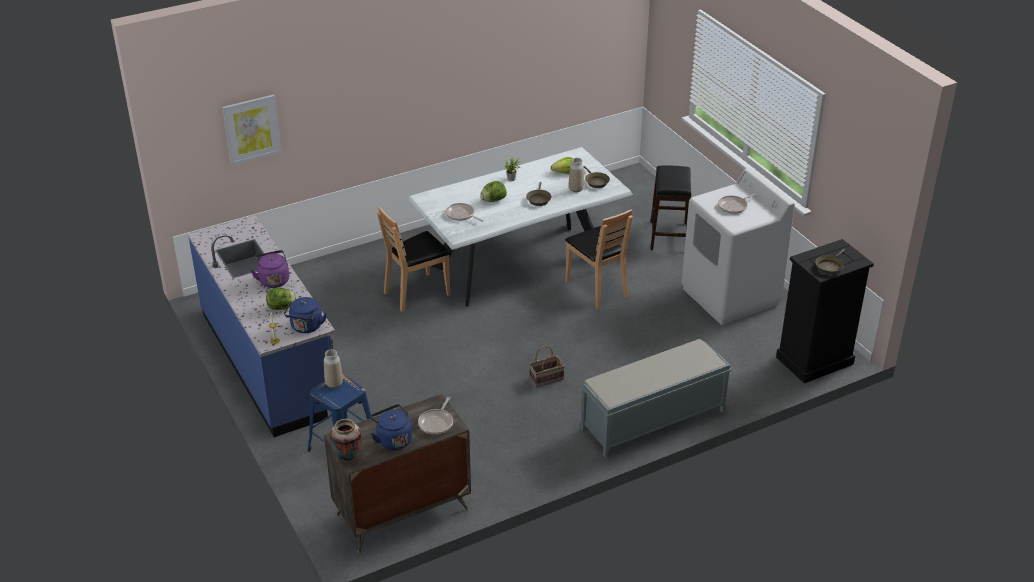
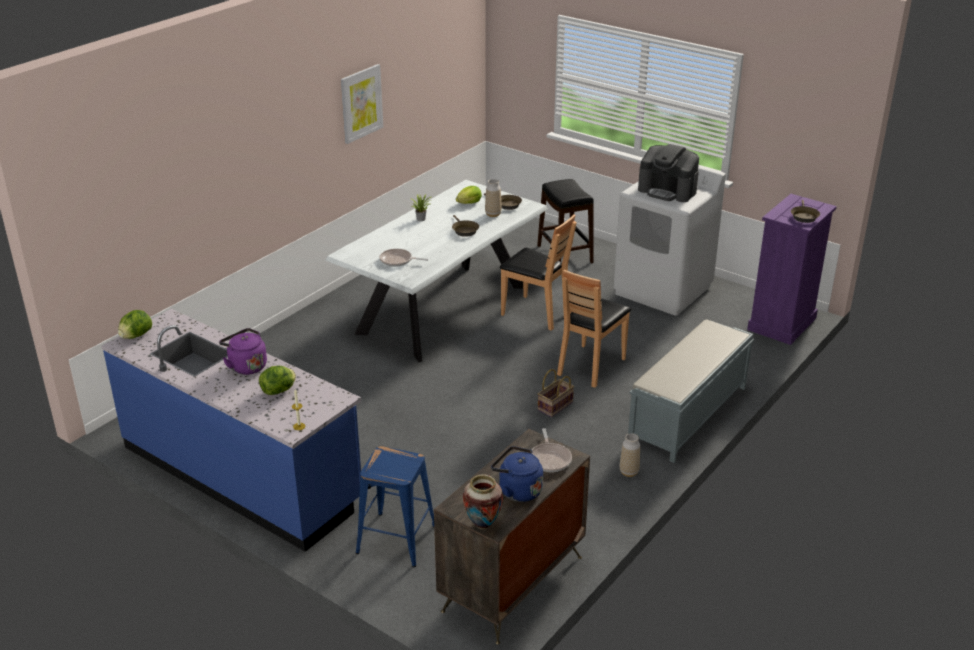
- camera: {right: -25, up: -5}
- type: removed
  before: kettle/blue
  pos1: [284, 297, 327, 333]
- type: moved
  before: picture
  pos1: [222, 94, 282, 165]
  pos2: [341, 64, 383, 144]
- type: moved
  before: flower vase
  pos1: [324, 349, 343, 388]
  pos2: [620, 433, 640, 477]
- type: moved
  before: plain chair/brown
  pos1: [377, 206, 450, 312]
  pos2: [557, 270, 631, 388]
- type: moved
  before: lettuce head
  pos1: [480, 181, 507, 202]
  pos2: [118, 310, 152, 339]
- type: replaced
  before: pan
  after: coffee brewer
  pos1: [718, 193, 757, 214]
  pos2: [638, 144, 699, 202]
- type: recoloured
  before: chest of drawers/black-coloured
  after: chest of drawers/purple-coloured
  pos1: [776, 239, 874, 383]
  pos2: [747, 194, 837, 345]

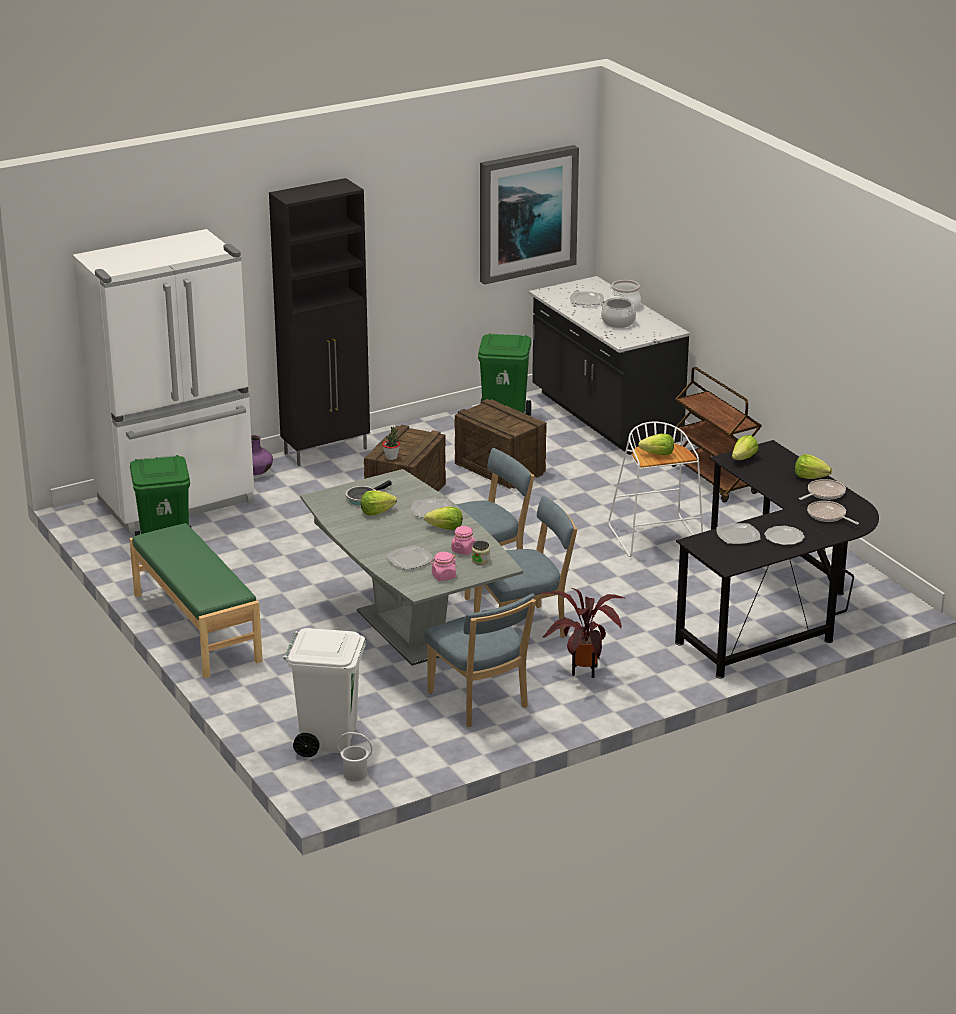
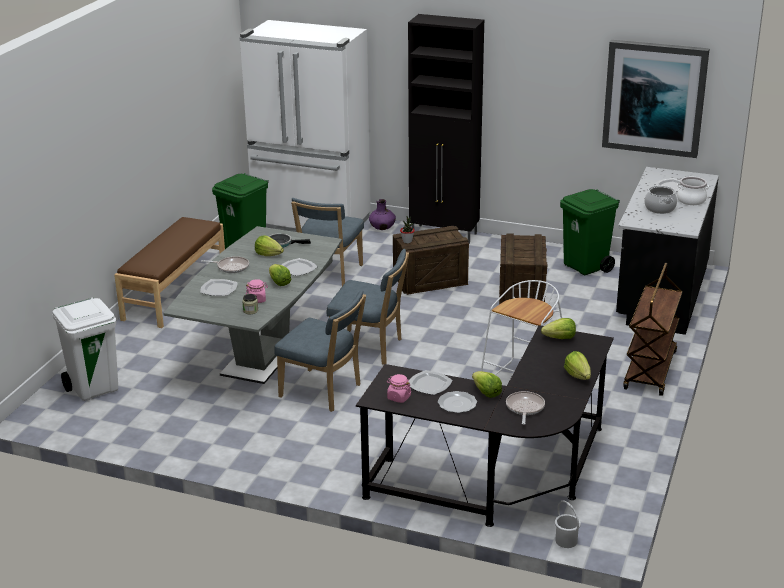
- camera: {right: 50, up: 0}
- type: removed
  before: potted plant
  pos1: [540, 588, 626, 678]
- type: moved
  before: pail/white
  pos1: [337, 732, 373, 781]
  pos2: [555, 501, 581, 548]
- type: moved
  before: plain chair/blue
  pos1: [425, 594, 536, 727]
  pos2: [291, 198, 364, 286]
- type: moved
  before: storage jar/pinkish
  pos1: [430, 552, 457, 581]
  pos2: [387, 374, 411, 403]
- type: moved
  before: lettuce head
  pos1: [638, 434, 674, 455]
  pos2: [472, 371, 502, 398]
- type: moved
  before: pan
  pos1: [799, 479, 846, 500]
  pos2: [201, 256, 249, 273]
- type: recoloured
  before: bench/greenish
  after: bench/brown
  pos1: [129, 523, 262, 678]
  pos2: [114, 217, 225, 328]

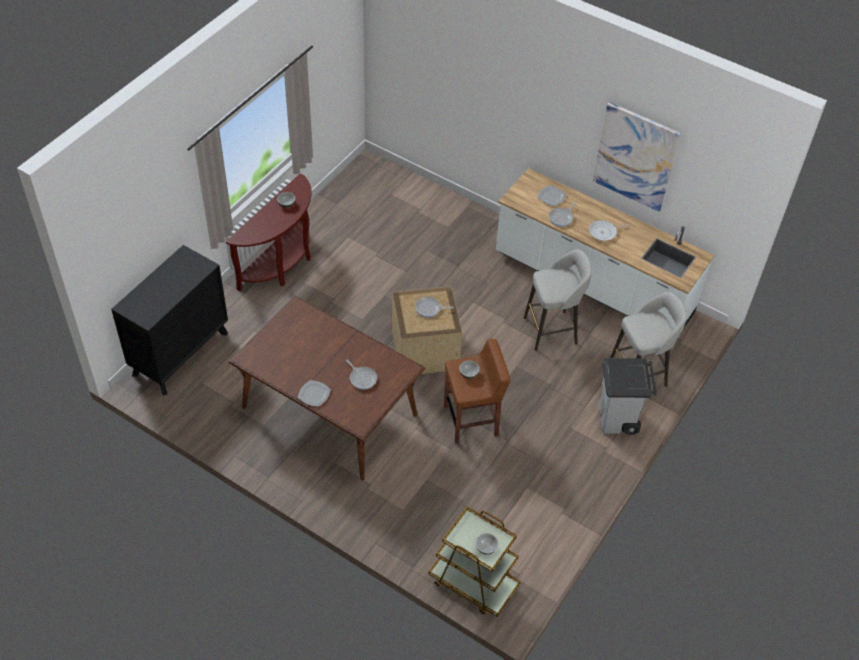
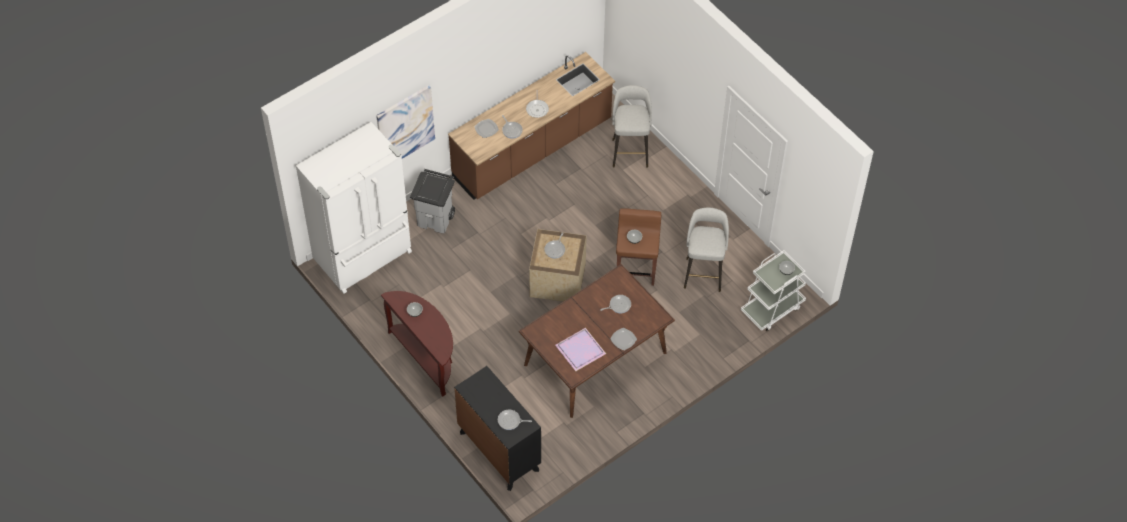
- camera: {right: -70, up: 5}
- type: added
  after: refrigerator/white
  pos2: [296, 122, 412, 294]
- type: added
  after: pan
  pos2: [498, 410, 532, 430]
- type: added
  after: tray/purple-coloured
  pos2: [555, 328, 606, 371]
- type: moved
  before: stool seat/grey
  pos1: [524, 249, 591, 351]
  pos2: [684, 207, 729, 292]
- type: moved
  before: picture
  pos1: [593, 102, 681, 212]
  pos2: [376, 85, 435, 159]
- type: moved
  before: waste bin/grey
  pos1: [599, 358, 657, 435]
  pos2: [410, 169, 455, 233]
- type: recoloured
  before: cart/brown
  after: cart/white
  pos1: [428, 506, 521, 617]
  pos2: [741, 250, 806, 331]
- type: recoloured
  before: kitchen base unit/white
  after: kitchen base unit/brown
  pos1: [496, 168, 715, 330]
  pos2: [448, 52, 615, 200]

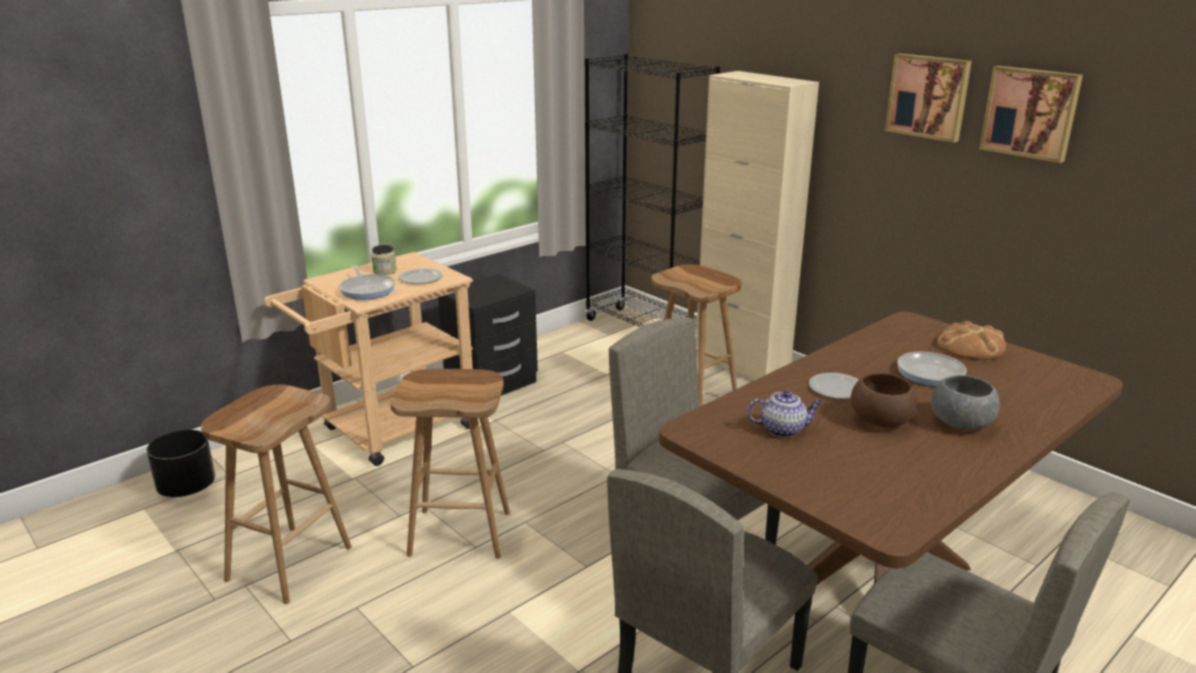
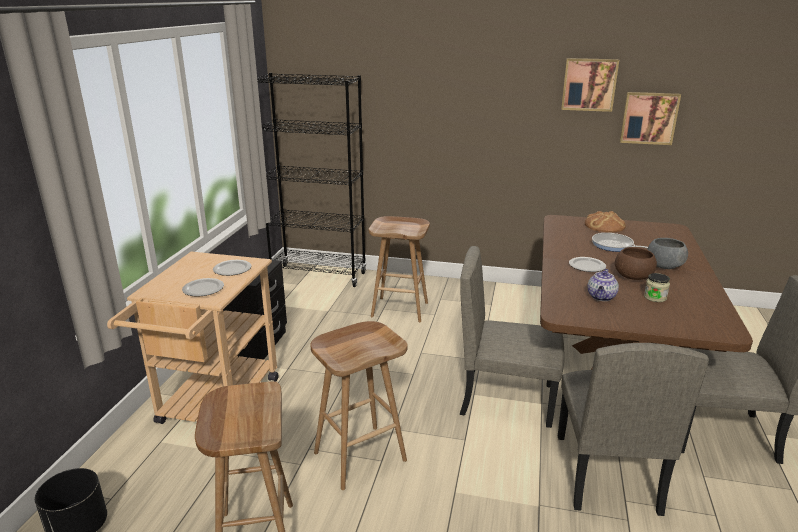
- camera: {right: -35, up: 0}
- type: removed
  before: storage cabinet/sand-coloured
  pos1: [696, 71, 819, 381]
- type: moved
  before: storage jar
  pos1: [371, 245, 397, 275]
  pos2: [644, 273, 670, 302]
- type: moved
  before: picture
  pos1: [885, 53, 972, 143]
  pos2: [620, 92, 681, 145]
- type: replaced
  before: pan
  after: plate
  pos1: [339, 265, 395, 300]
  pos2: [182, 278, 224, 297]
- type: turned
  before: teapot
  pos1: [747, 391, 823, 437]
  pos2: [587, 269, 619, 301]
  turn: 150

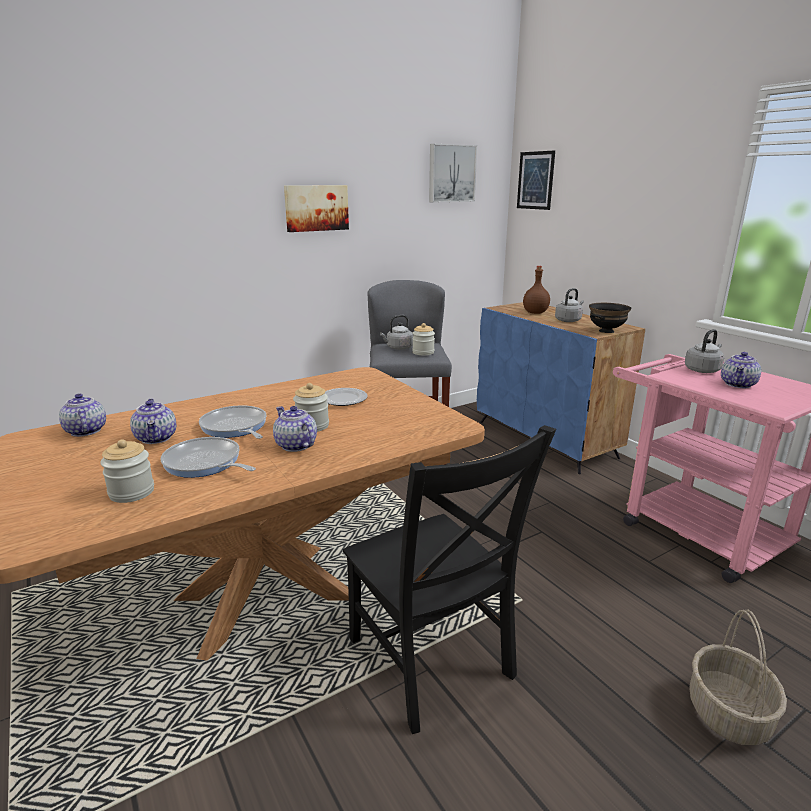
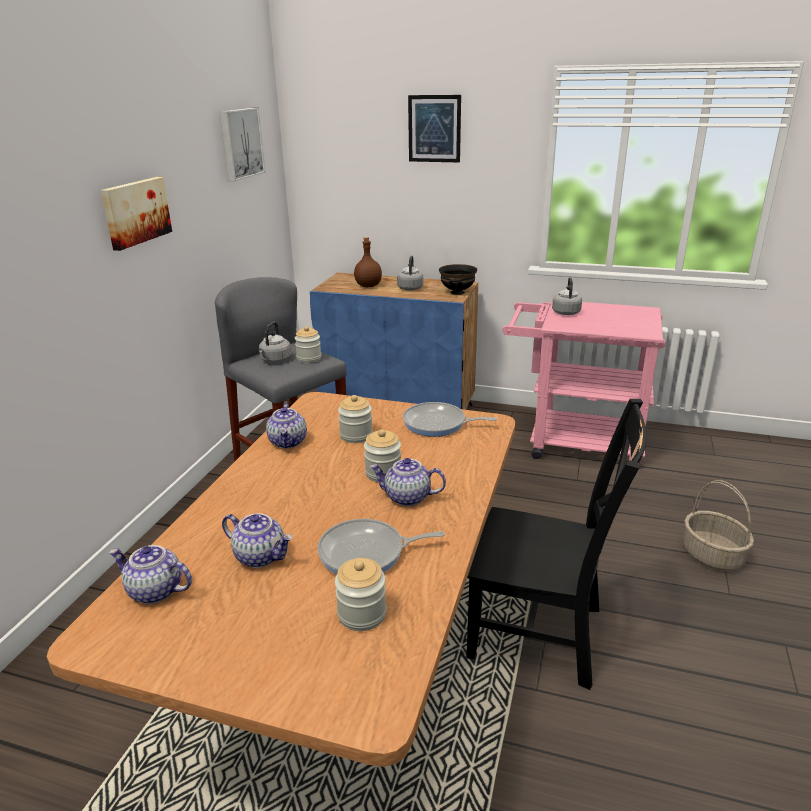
- camera: {right: -40, up: 5}
- type: moved
  before: pan
  pos1: [199, 405, 266, 439]
  pos2: [403, 402, 498, 437]
- type: moved
  before: picture
  pos1: [517, 151, 555, 210]
  pos2: [408, 95, 461, 163]
- type: moved
  before: teapot
  pos1: [721, 352, 761, 388]
  pos2: [266, 403, 307, 448]
- type: replaced
  before: plate
  after: storage jar
  pos1: [325, 388, 368, 406]
  pos2: [338, 395, 373, 443]

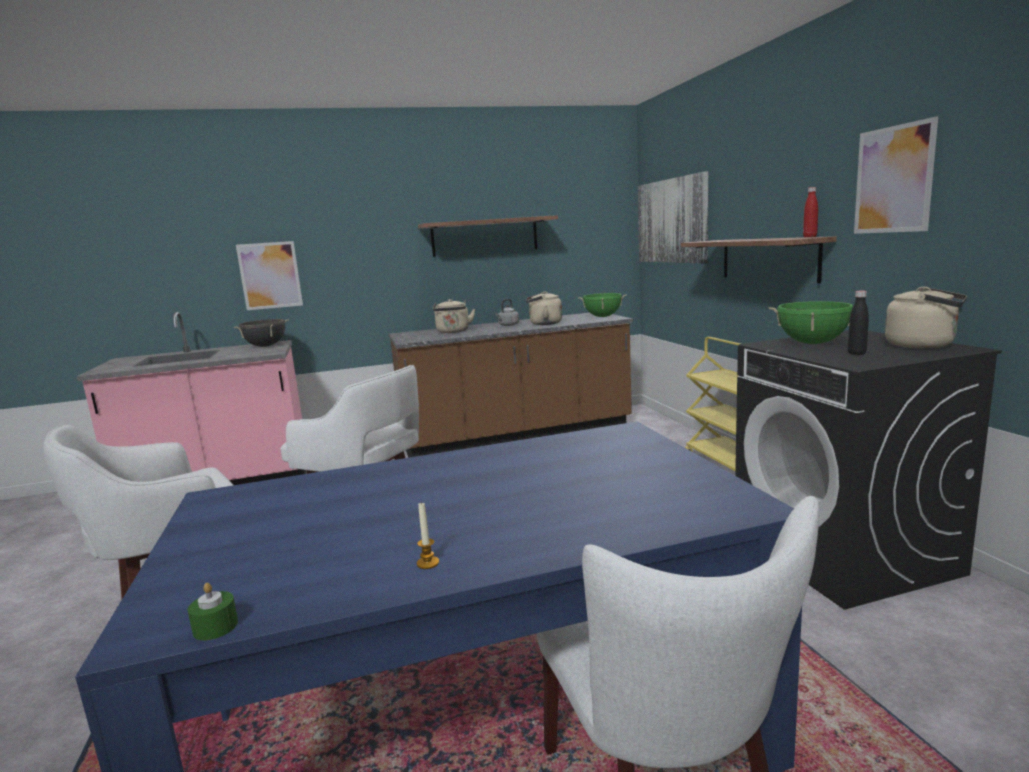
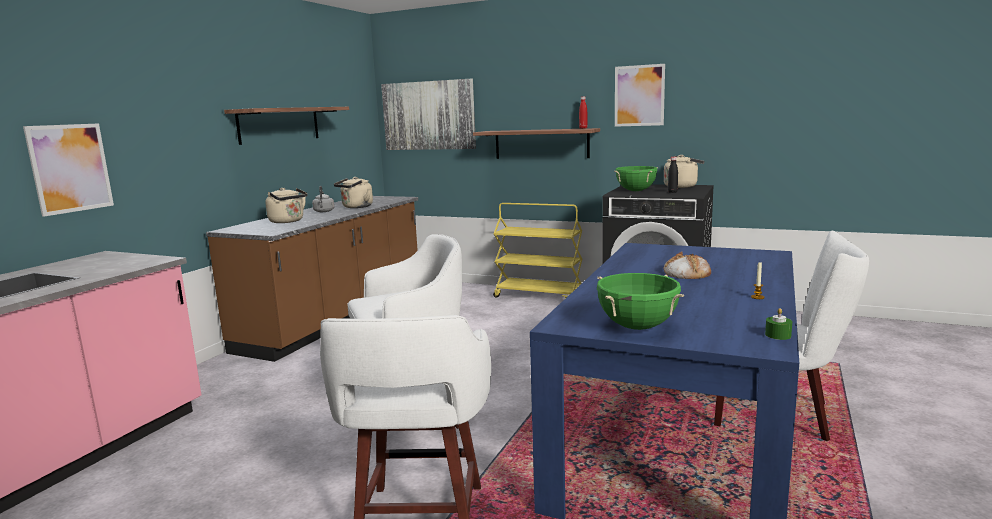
- camera: {right: -50, up: 0}
- type: removed
  before: cooking pot/black-coloured
  pos1: [234, 319, 289, 347]
- type: added
  after: bakery bread
  pos2: [664, 251, 711, 279]
- type: moved
  before: cooking pot/greenish
  pos1: [578, 293, 627, 317]
  pos2: [597, 273, 684, 330]

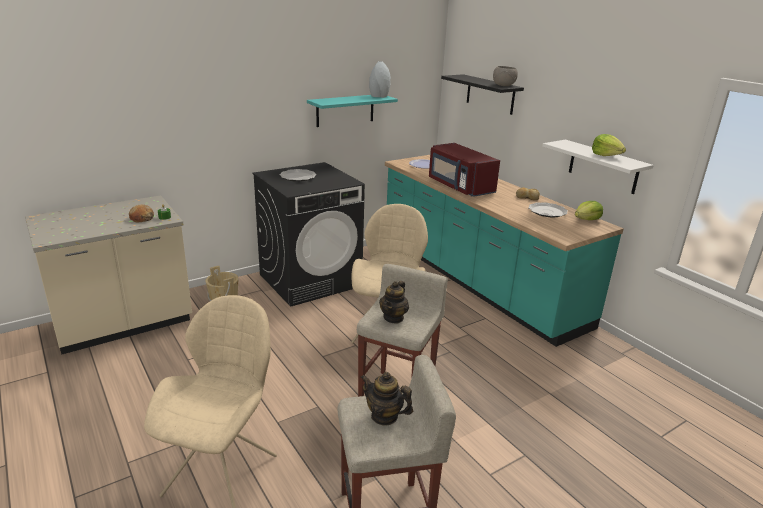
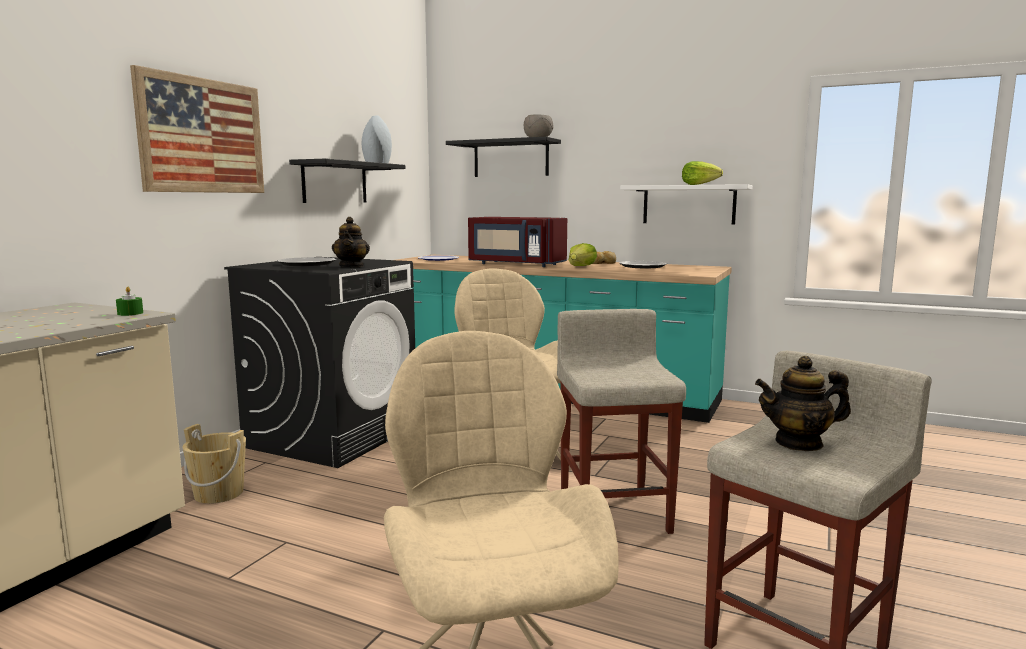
- camera: {right: -30, up: -15}
- type: removed
  before: bakery bread
  pos1: [129, 204, 154, 222]
- type: added
  after: picture
  pos2: [130, 65, 264, 193]
- type: moved
  before: teapot
  pos1: [379, 281, 409, 324]
  pos2: [332, 217, 370, 267]
- type: moved
  before: lettuce head
  pos1: [575, 201, 603, 220]
  pos2: [569, 243, 597, 266]
- type: recoloured
  before: wall shelf/turquoise
  after: wall shelf/black-coloured
  pos1: [307, 95, 398, 127]
  pos2: [289, 158, 405, 203]

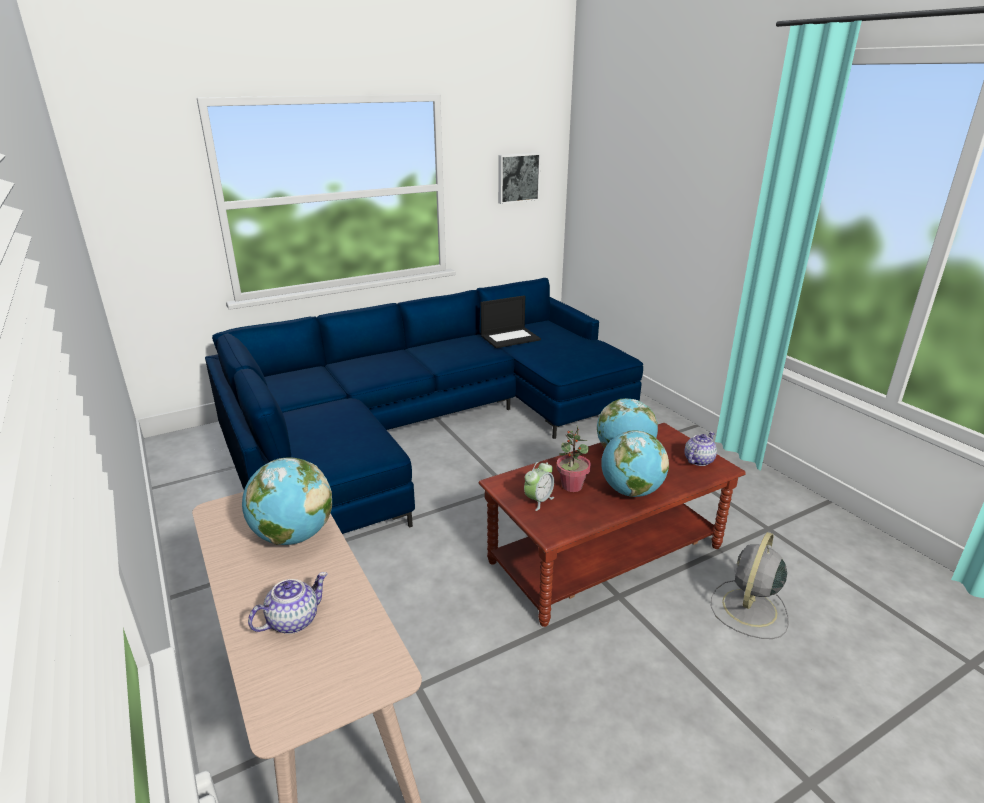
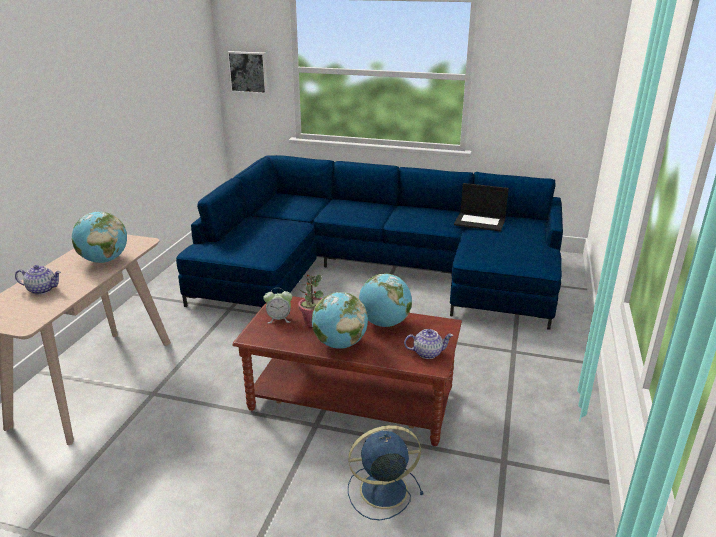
- camera: {right: 45, up: 0}
- type: moved
  before: picture
  pos1: [498, 152, 541, 204]
  pos2: [227, 51, 268, 94]
- type: recoloured
  before: cooling fan/grey
  after: cooling fan/blue
  pos1: [711, 532, 789, 639]
  pos2: [348, 425, 424, 520]

